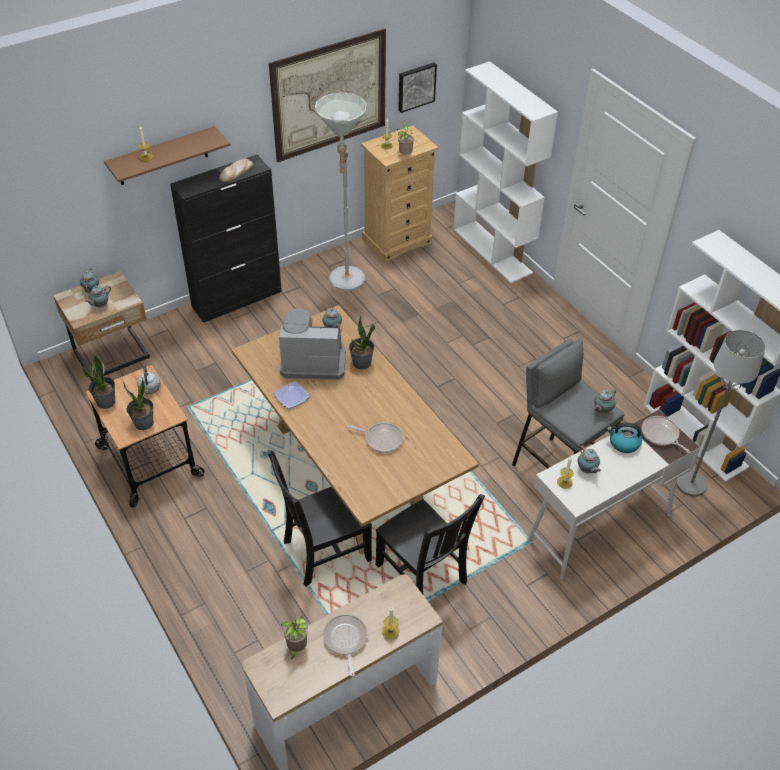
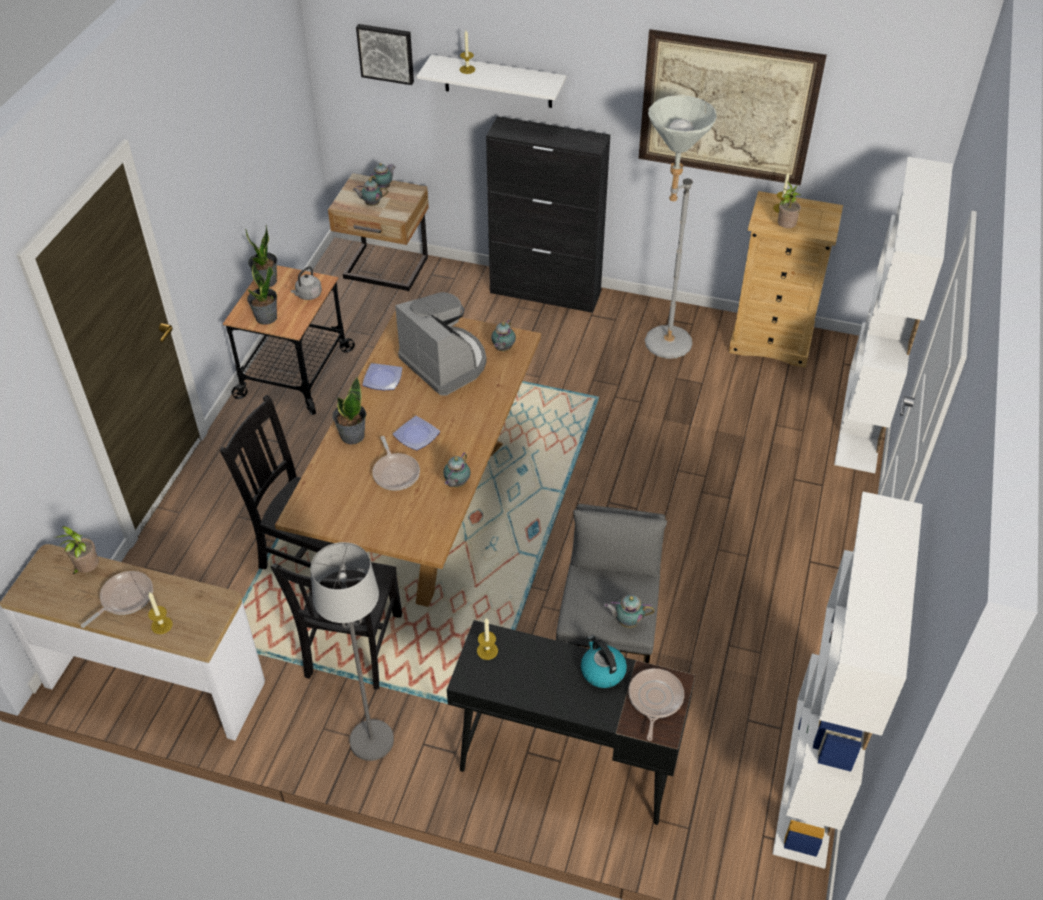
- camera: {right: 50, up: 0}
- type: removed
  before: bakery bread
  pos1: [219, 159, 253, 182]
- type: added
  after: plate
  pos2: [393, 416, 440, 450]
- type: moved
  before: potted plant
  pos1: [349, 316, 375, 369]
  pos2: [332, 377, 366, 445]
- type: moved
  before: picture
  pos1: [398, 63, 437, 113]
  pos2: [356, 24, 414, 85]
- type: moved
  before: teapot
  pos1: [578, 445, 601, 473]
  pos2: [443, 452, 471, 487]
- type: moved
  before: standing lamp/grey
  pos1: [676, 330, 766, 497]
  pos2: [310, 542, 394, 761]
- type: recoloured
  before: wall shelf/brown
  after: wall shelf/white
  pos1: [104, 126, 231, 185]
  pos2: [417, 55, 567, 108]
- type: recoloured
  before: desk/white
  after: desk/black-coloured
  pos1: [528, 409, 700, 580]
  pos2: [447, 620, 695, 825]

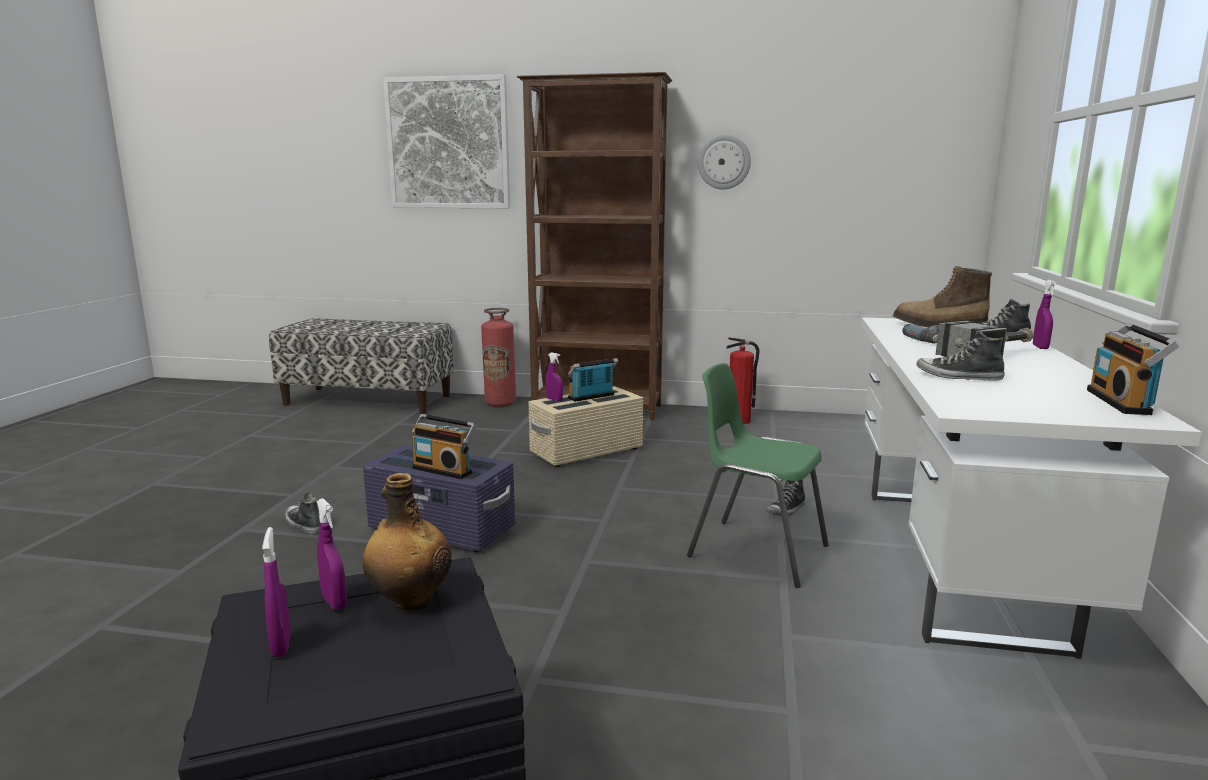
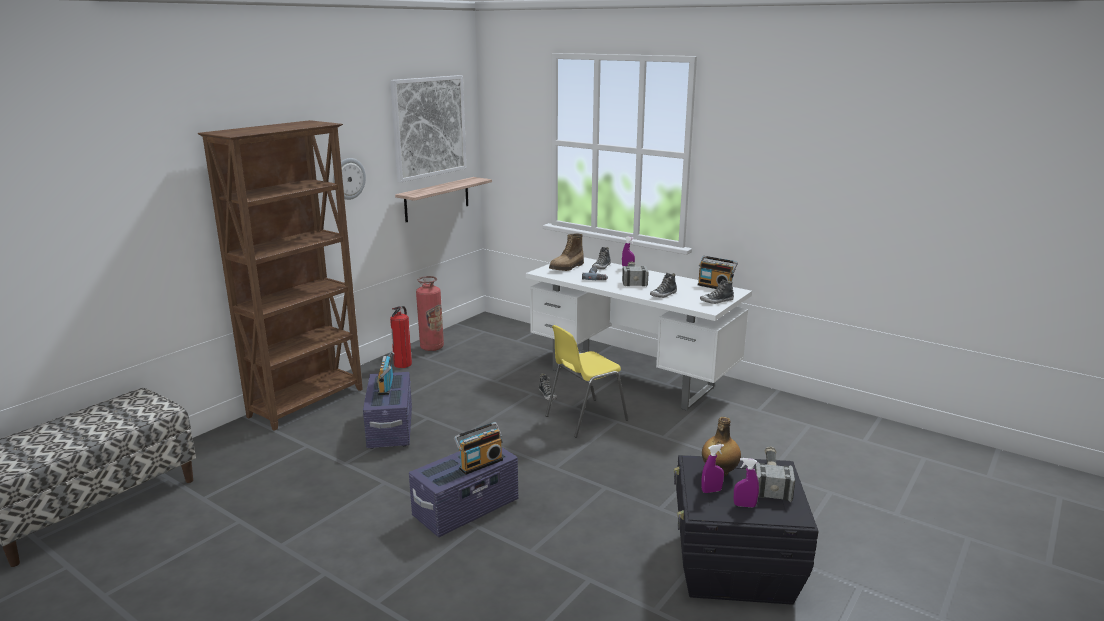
- camera: {right: -65, up: 5}
- type: removed
  before: sprayer/purple-coloured
  pos1: [546, 352, 563, 401]
- type: added
  after: wall shelf
  pos2: [395, 177, 492, 222]
- type: added
  after: tool hammer
  pos2: [755, 446, 795, 502]
- type: moved
  before: shoe
  pos1: [286, 493, 320, 533]
  pos2: [700, 279, 734, 304]
- type: moved
  before: picture
  pos1: [383, 74, 510, 208]
  pos2: [390, 75, 466, 183]
- type: moved
  before: fire extinguisher
  pos1: [481, 308, 516, 407]
  pos2: [416, 276, 444, 351]
- type: recoloured
  before: storage box/sand-coloured
  after: storage box/purple-coloured
  pos1: [528, 386, 643, 467]
  pos2: [363, 372, 412, 449]
- type: recoloured
  before: plain chair/greenish
  after: plain chair/yellow
  pos1: [687, 363, 829, 588]
  pos2: [546, 325, 628, 438]

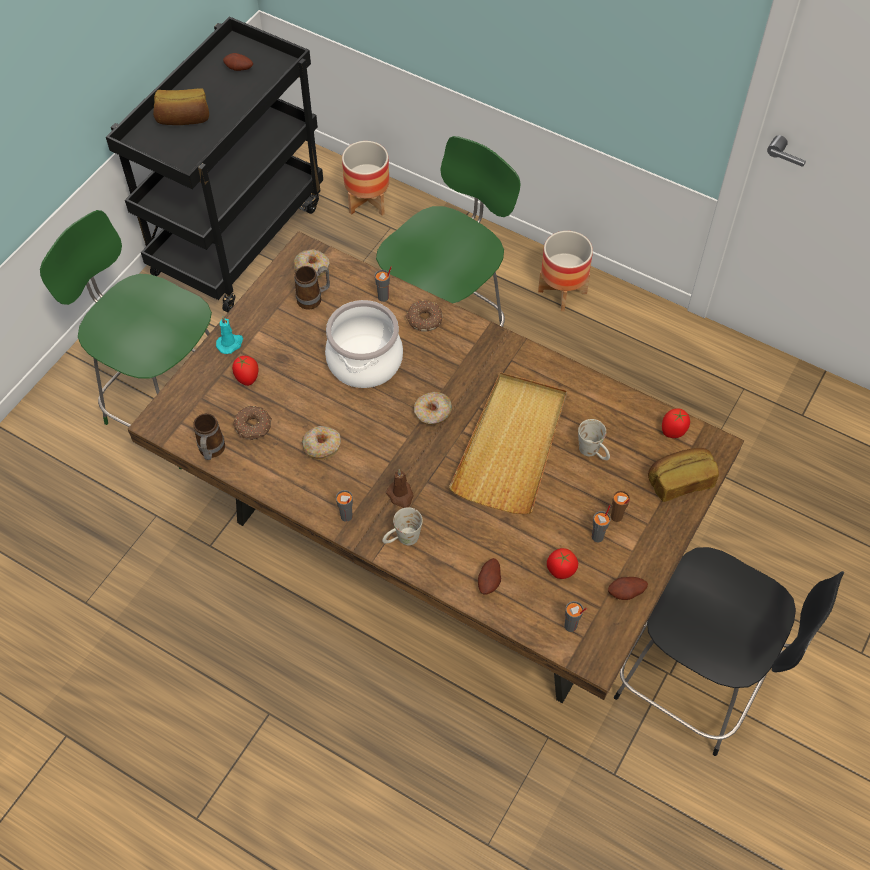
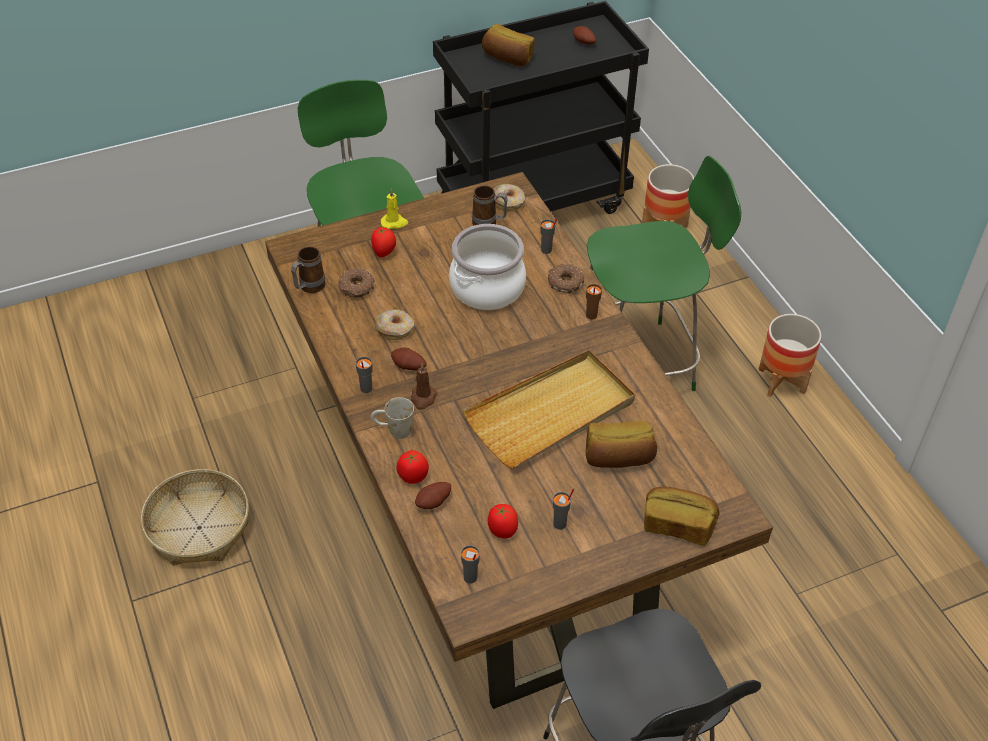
- camera: {right: 35, up: -10}
- type: removed
  before: ring doughnut
  pos1: [414, 392, 453, 425]
- type: added
  after: household basket
  pos2: [141, 469, 249, 565]
- type: moved
  before: spud
  pos1: [608, 577, 648, 600]
  pos2: [391, 348, 427, 371]
- type: moved
  before: cup/brown
  pos1: [611, 490, 630, 522]
  pos2: [586, 284, 602, 319]
- type: moved
  before: whole tomato
  pos1: [662, 408, 690, 438]
  pos2: [397, 450, 429, 484]
- type: replaced
  before: tea mug/white
  after: bakery bread
  pos1: [578, 419, 610, 460]
  pos2: [585, 421, 657, 468]
- type: recoloured
  before: wax candle/turquoise
  after: wax candle/yellow
  pos1: [216, 316, 243, 354]
  pos2: [381, 188, 408, 229]

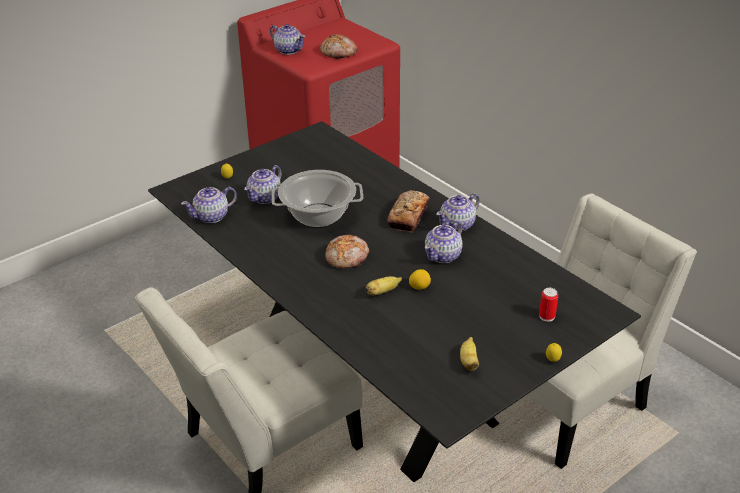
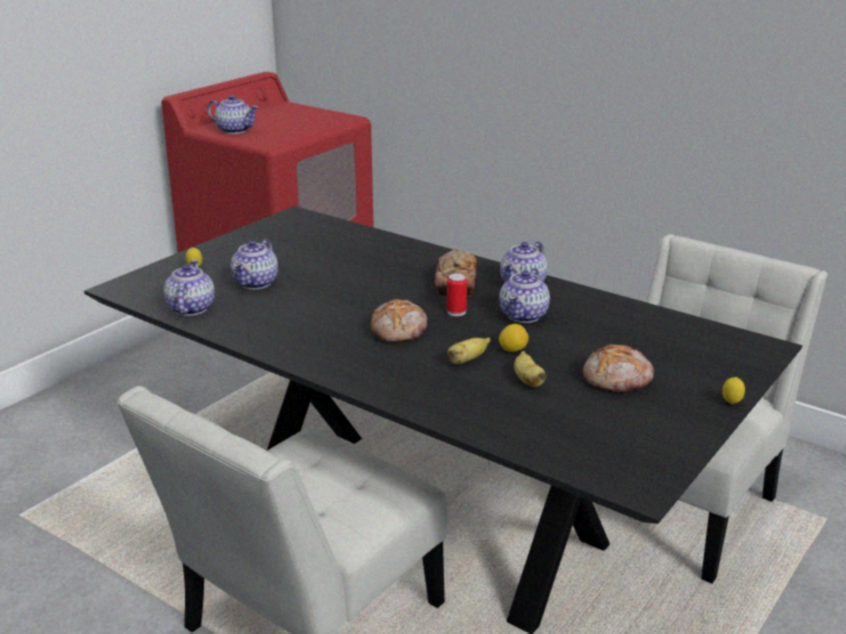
- camera: {right: -15, up: -10}
- type: removed
  before: cooking pot
  pos1: [272, 170, 363, 227]
- type: moved
  before: bakery bread
  pos1: [320, 34, 357, 59]
  pos2: [583, 344, 654, 394]
- type: moved
  before: whole banana
  pos1: [460, 337, 479, 371]
  pos2: [514, 351, 547, 387]
- type: moved
  before: sealed can
  pos1: [539, 288, 558, 322]
  pos2: [447, 273, 467, 316]
- type: turned
  before: teapot
  pos1: [181, 187, 237, 223]
  pos2: [164, 260, 215, 316]
  turn: 135

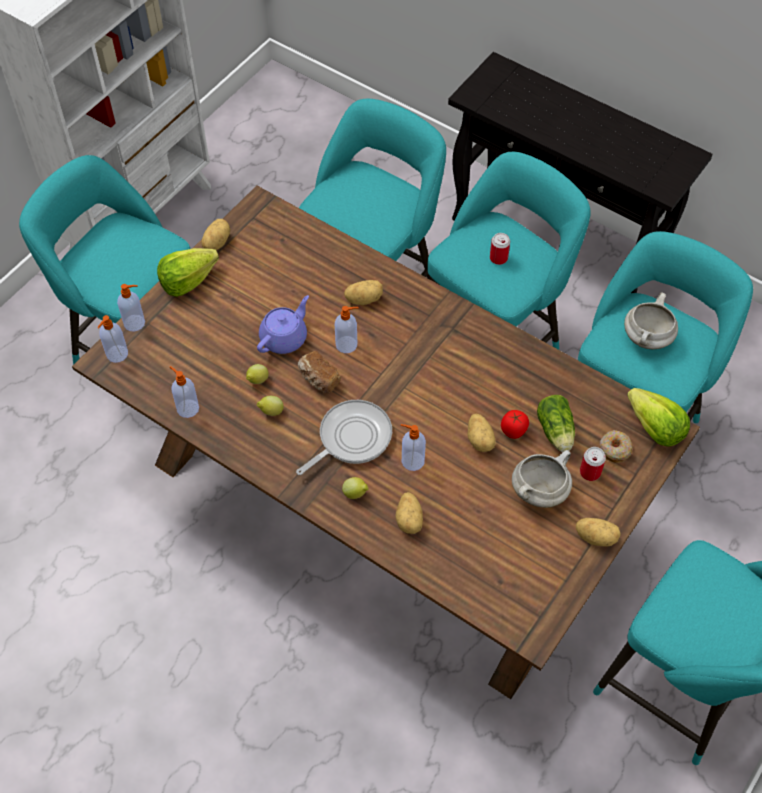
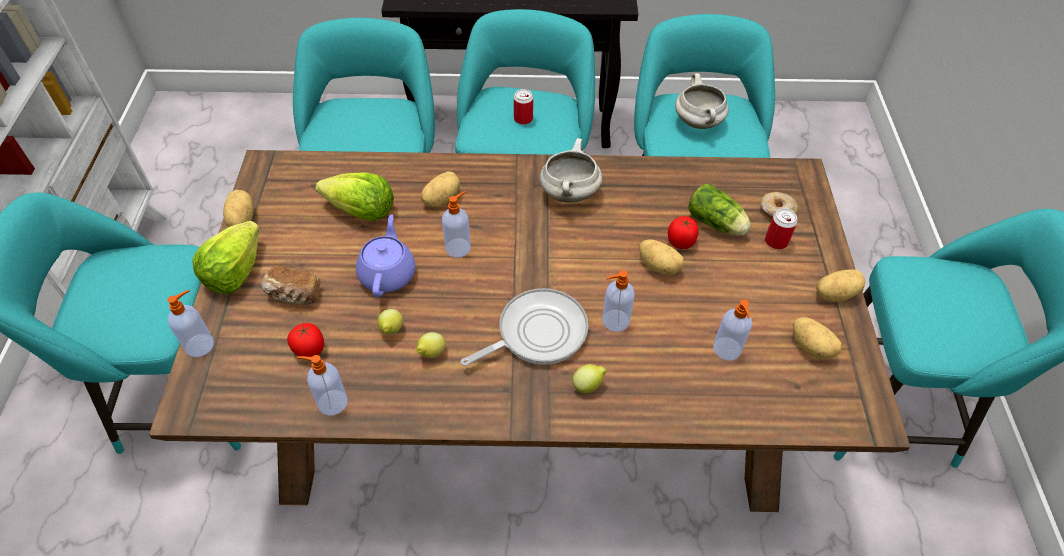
- camera: {right: -35, up: -5}
- type: added
  after: whole tomato
  pos2: [287, 323, 324, 357]
- type: moved
  before: liquid soap bottle
  pos1: [98, 315, 128, 363]
  pos2: [713, 299, 752, 360]
- type: moved
  before: bakery bread
  pos1: [298, 351, 341, 393]
  pos2: [261, 265, 320, 305]
- type: moved
  before: spud
  pos1: [395, 492, 423, 534]
  pos2: [793, 317, 842, 360]
- type: moved
  before: cooking pot/white
  pos1: [512, 450, 572, 508]
  pos2: [539, 138, 602, 203]
- type: moved
  before: lettuce head
  pos1: [627, 388, 690, 447]
  pos2: [315, 172, 394, 222]
- type: turned
  before: pan
  pos1: [296, 400, 392, 475]
  pos2: [461, 288, 588, 366]
  turn: 45

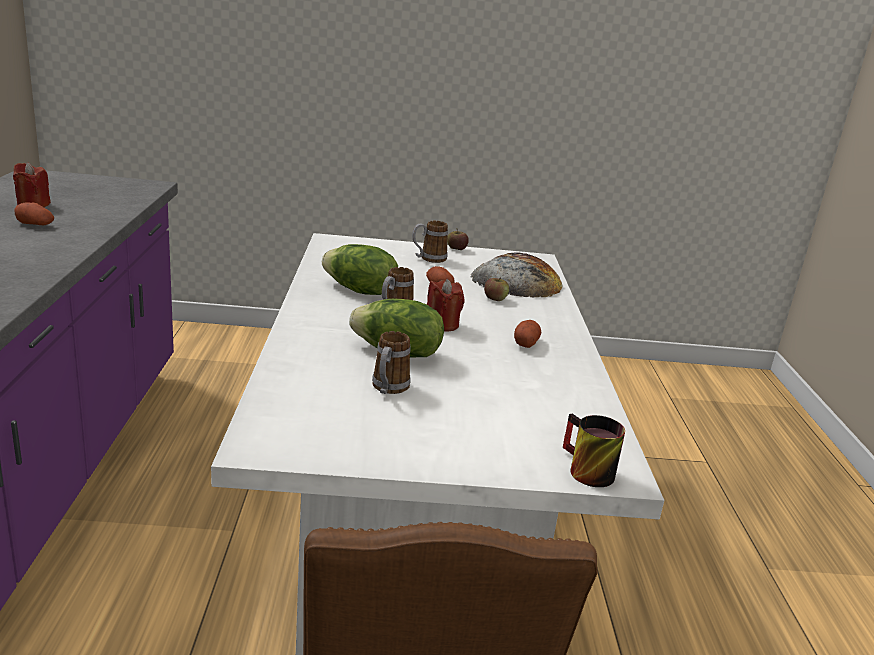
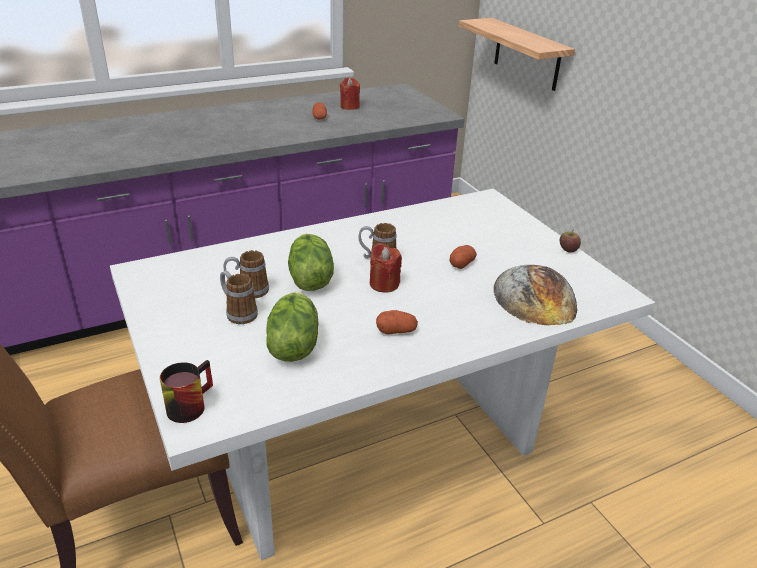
- camera: {right: 65, up: 10}
- type: removed
  before: apple fruit
  pos1: [484, 278, 509, 301]
- type: added
  after: wall shelf
  pos2: [459, 18, 575, 91]
- type: moved
  before: lettuce head
  pos1: [322, 244, 398, 295]
  pos2: [266, 292, 319, 362]
- type: moved
  before: tea mug
  pos1: [412, 220, 448, 263]
  pos2: [220, 271, 258, 324]

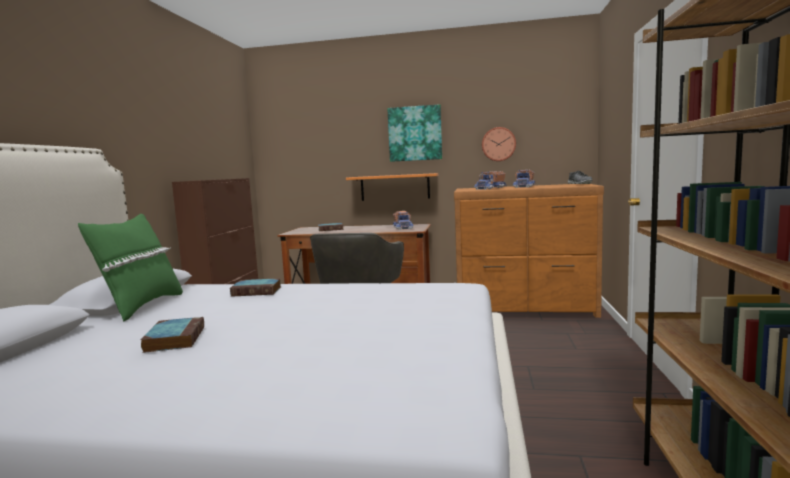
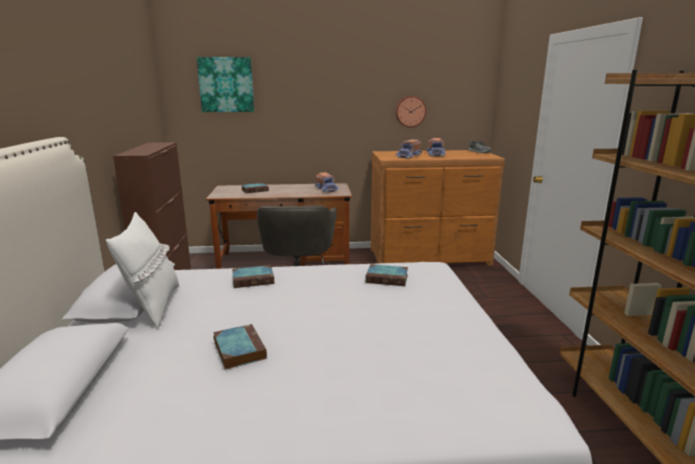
- camera: {right: -15, up: 10}
- type: removed
  before: wall shelf/orangey
  pos1: [346, 173, 439, 201]
- type: added
  after: book
  pos2: [366, 264, 408, 286]
- type: moved
  before: picture
  pos1: [387, 104, 442, 162]
  pos2: [197, 57, 254, 112]
- type: recoloured
  before: cushion/greenish
  after: cushion/white
  pos1: [78, 214, 183, 321]
  pos2: [106, 212, 179, 329]

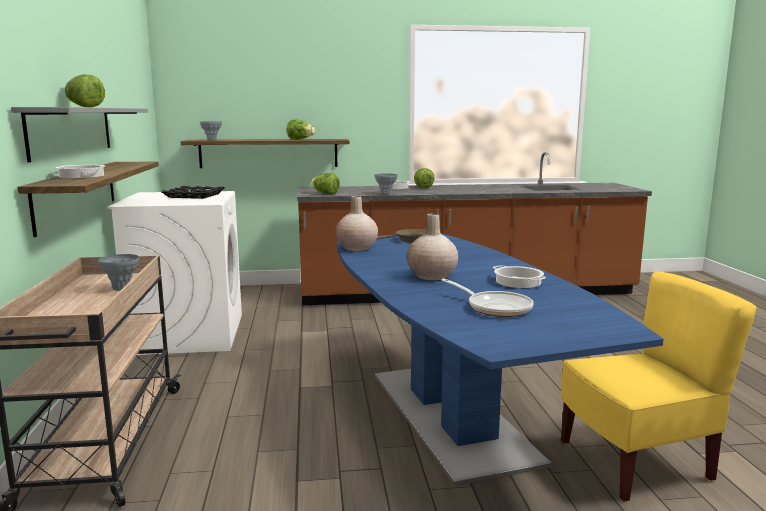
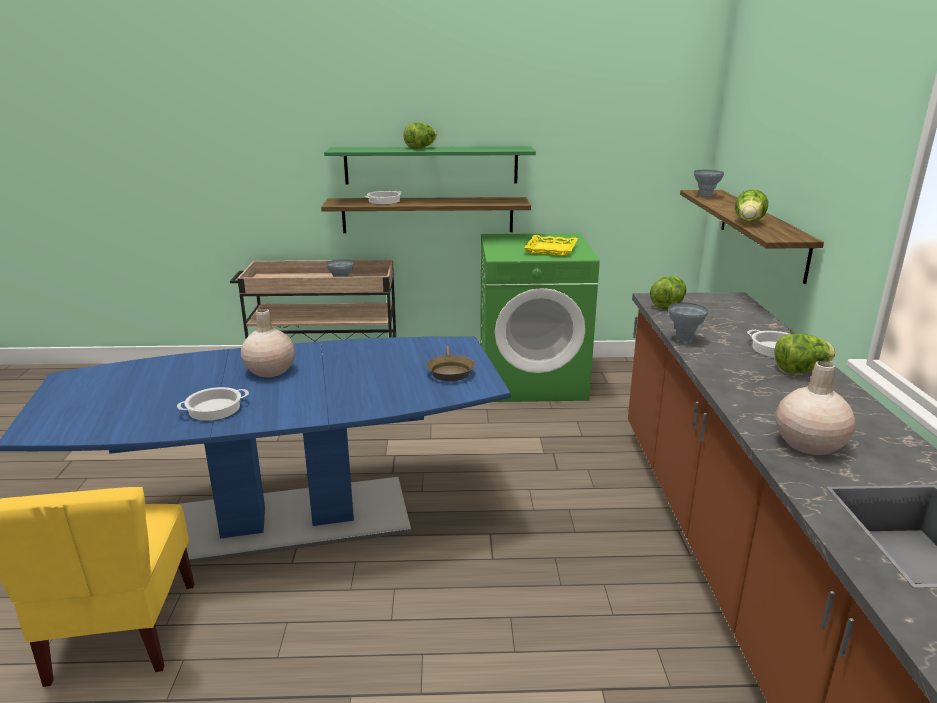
- camera: {right: 95, up: 10}
- type: removed
  before: pan
  pos1: [441, 278, 534, 317]
- type: moved
  before: flower vase/sand-coloured
  pos1: [335, 196, 378, 251]
  pos2: [776, 361, 856, 455]
- type: recoloured
  before: wall shelf/grey
  after: wall shelf/greenish
  pos1: [11, 107, 148, 162]
  pos2: [324, 147, 536, 184]
- type: recoloured
  before: laundry machine/white
  after: laundry machine/greenish
  pos1: [107, 191, 242, 355]
  pos2: [480, 233, 600, 402]
- type: recoloured
  before: tray/black-coloured
  after: tray/yellow
  pos1: [161, 186, 225, 199]
  pos2: [524, 235, 578, 256]

